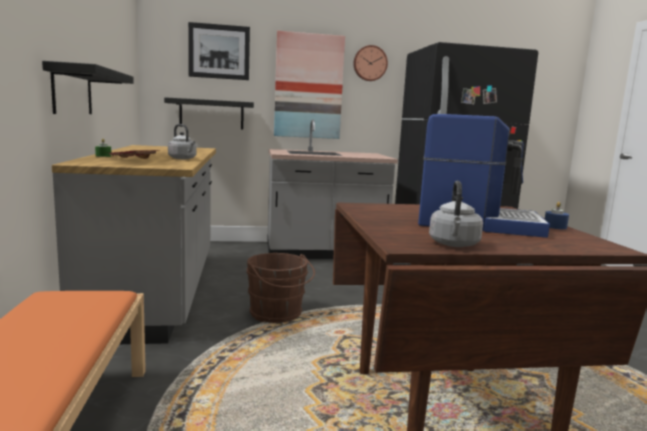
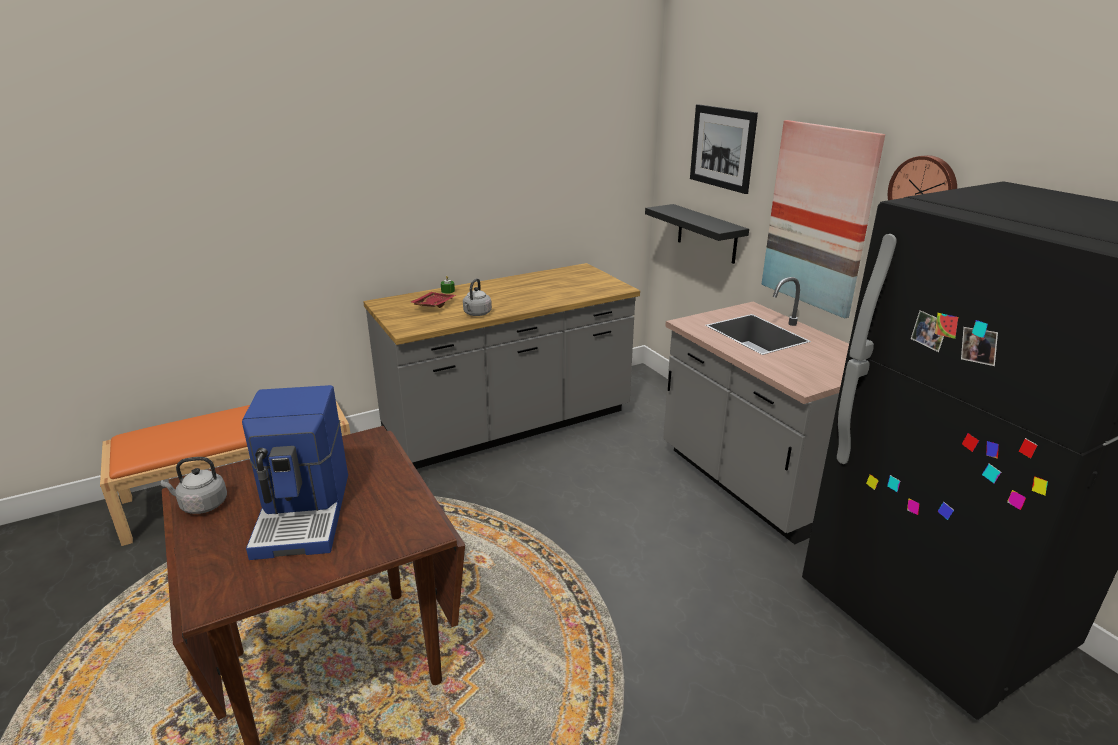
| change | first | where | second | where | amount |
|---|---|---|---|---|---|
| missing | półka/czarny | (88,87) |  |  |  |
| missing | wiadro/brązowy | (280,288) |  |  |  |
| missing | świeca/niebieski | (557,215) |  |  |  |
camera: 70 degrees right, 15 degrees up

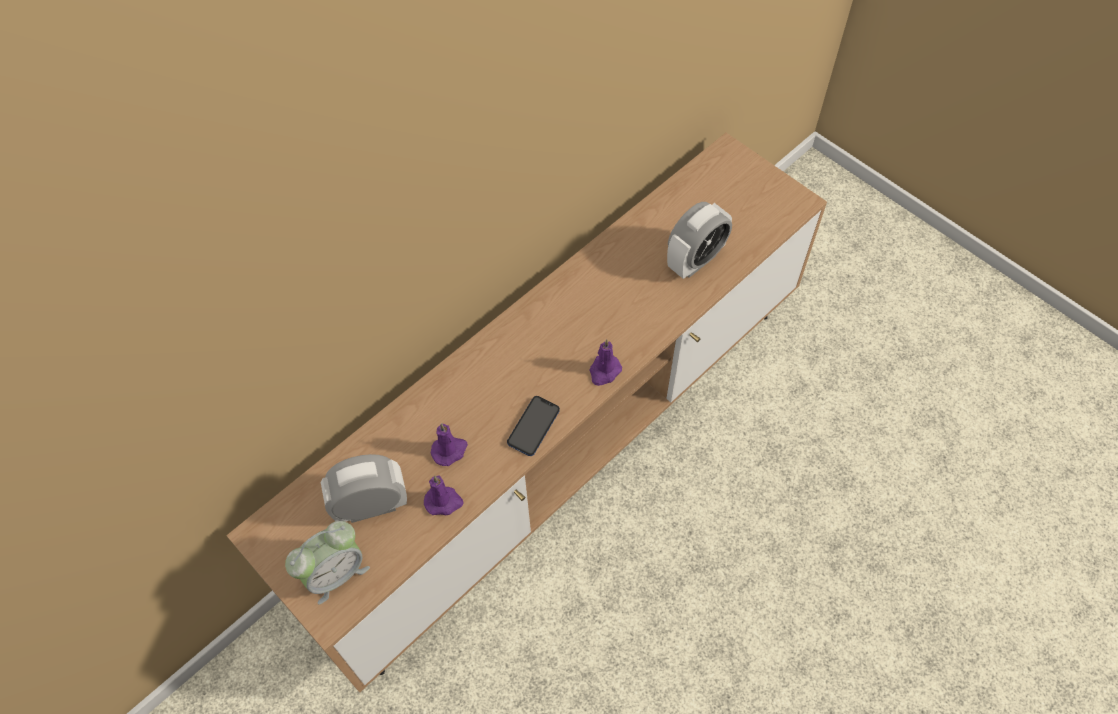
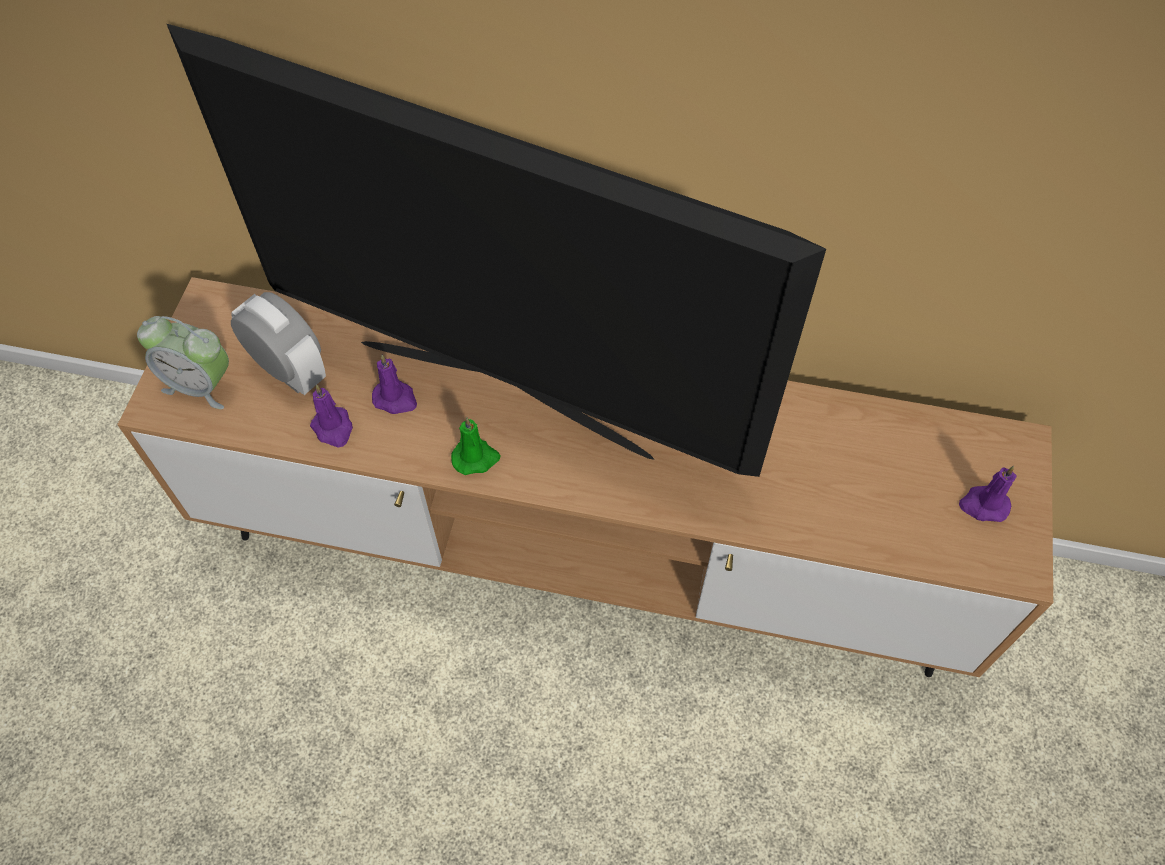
| change | first | where | second | where | amount |
|---|---|---|---|---|---|
| missing | budzik | (699,240) |  |  |  |
| appeared |  |  | telewizor | (496,250) |  |
| relocated | świeca/fioletowy | (605,362) |  | (988,494) |  |
| exchanged | telefon | (533,426) | świeca/zielony | (475,446) |  |
camera: 55 degrees right, 0 degrees up

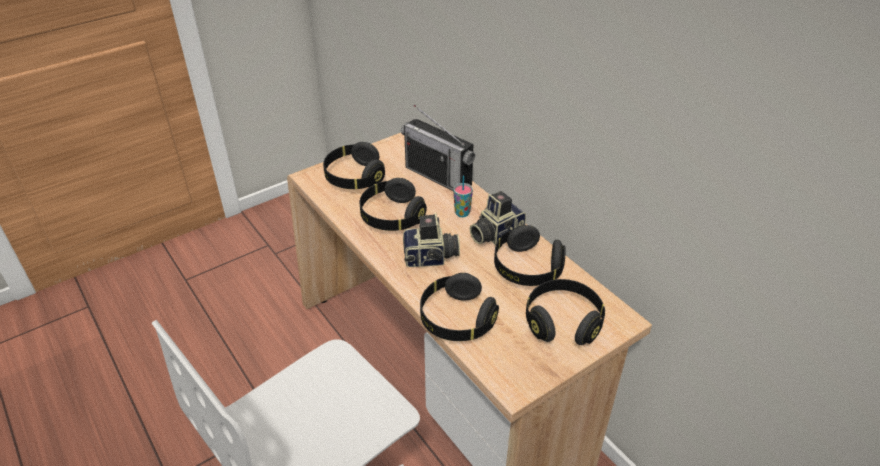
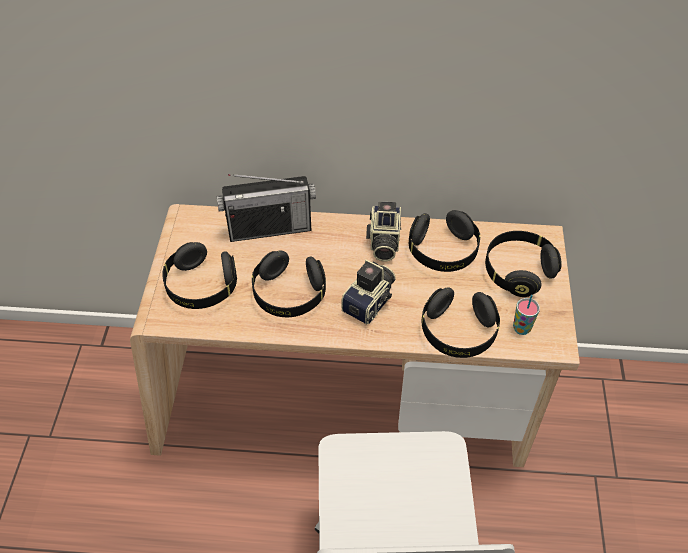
| change | first | where | second | where | amount |
|---|---|---|---|---|---|
| relocated | filiżanka | (463,196) |  | (526,315) |  |
camera: 50 degrees left, 10 degrees up

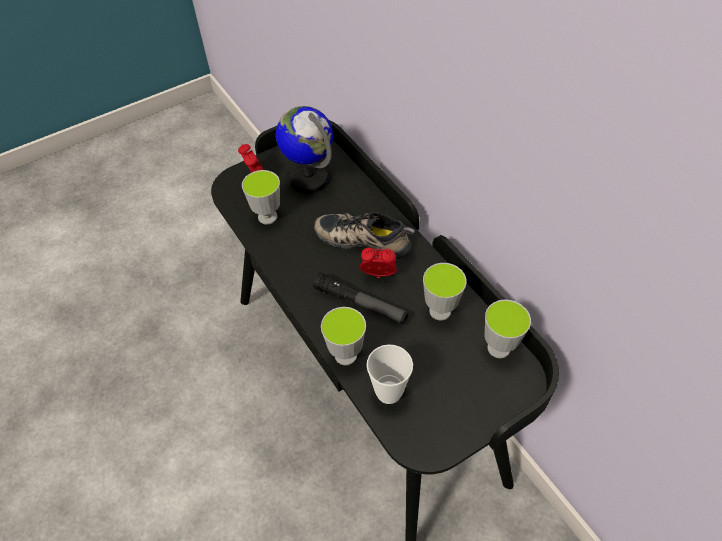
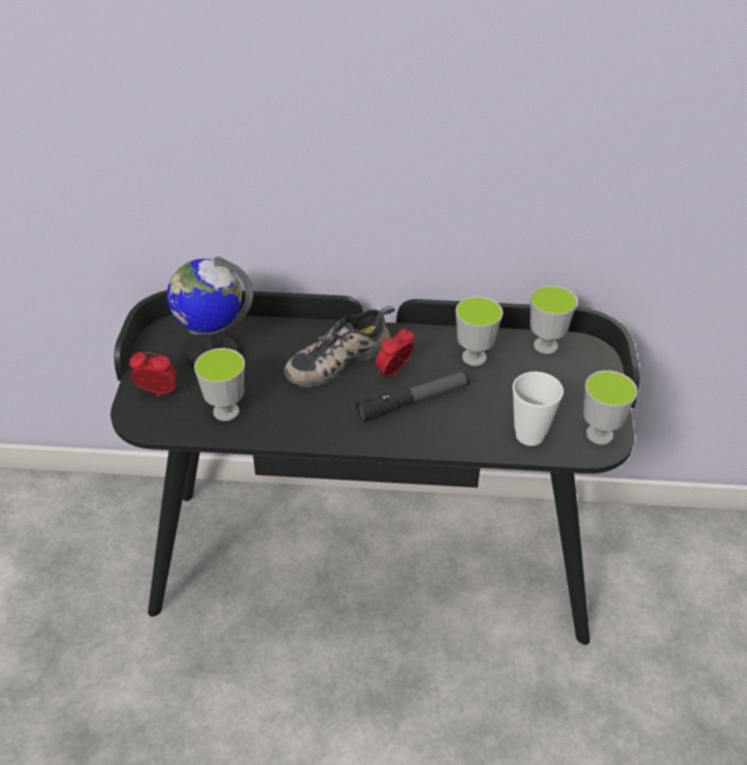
| change | first | where | second | where | amount |
|---|---|---|---|---|---|
| relocated | filiżanka | (343,336) |  | (610,407) |  |
camera: 55 degrees left, 10 degrees down

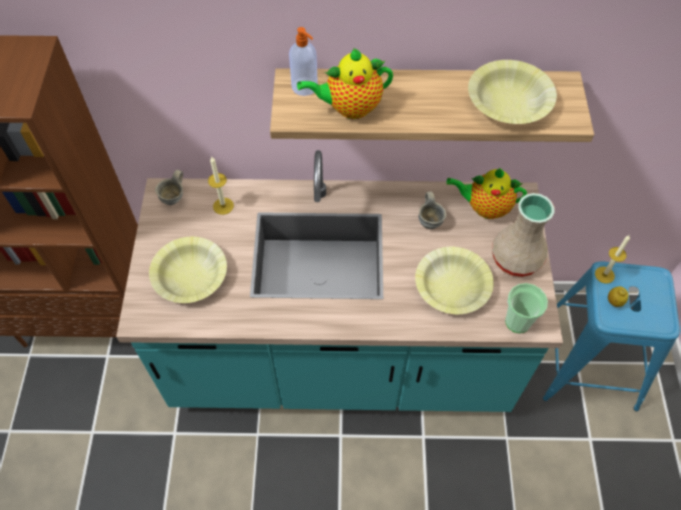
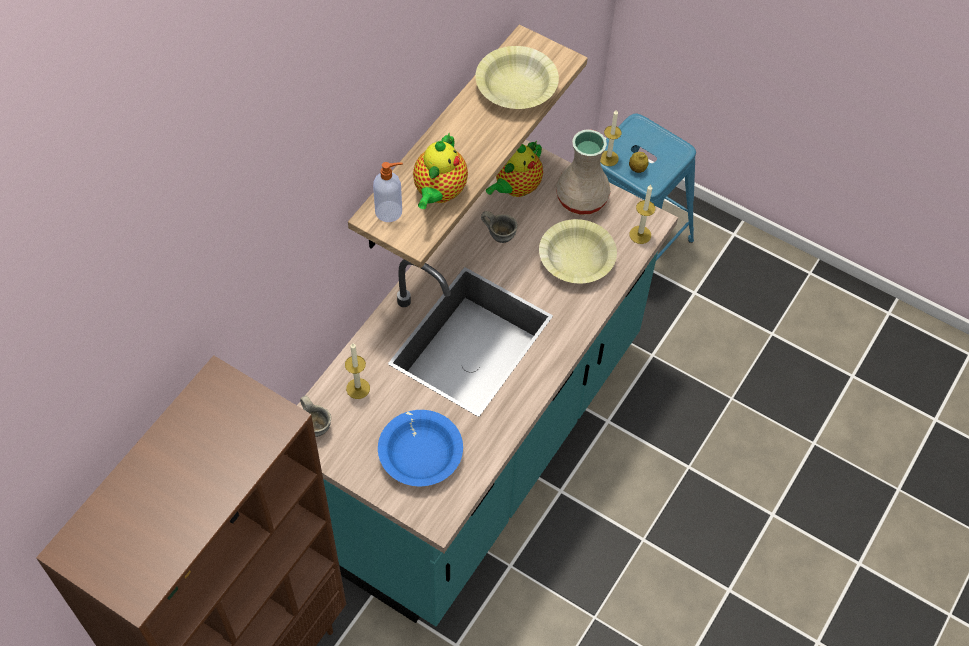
| change | first | where | second | where | amount |
|---|---|---|---|---|---|
| exchanged | filiżanka | (526,308) | świeca | (642,214) |  |
| colour | miska/żółty | (188,270) | miska/niebieski | (420,448) |  |
camera: 60 degrees left, 0 degrees up

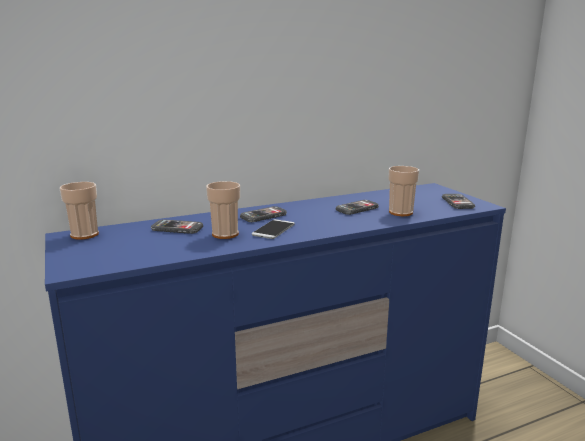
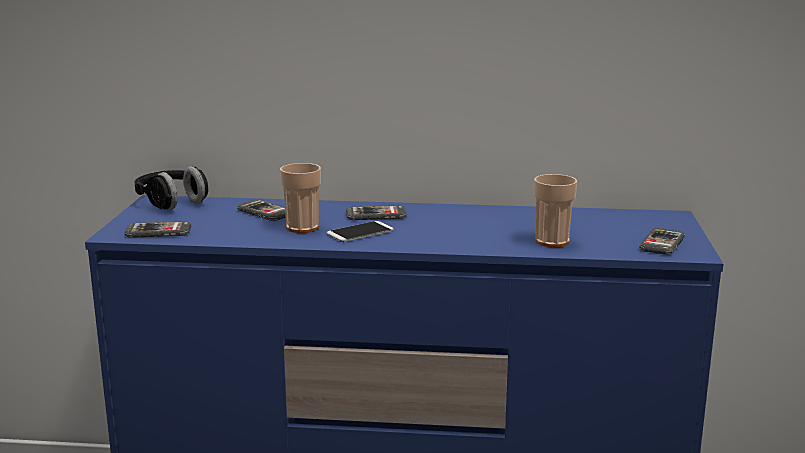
| change | first | where | second | where | amount |
|---|---|---|---|---|---|
| relocated | telefon | (357,207) |  | (158,229) |  |
| exchanged | filiżanka | (79,211) | słuchawki/czarny | (171,188) |  |
camera: 30 degrees right, 0 degrees up

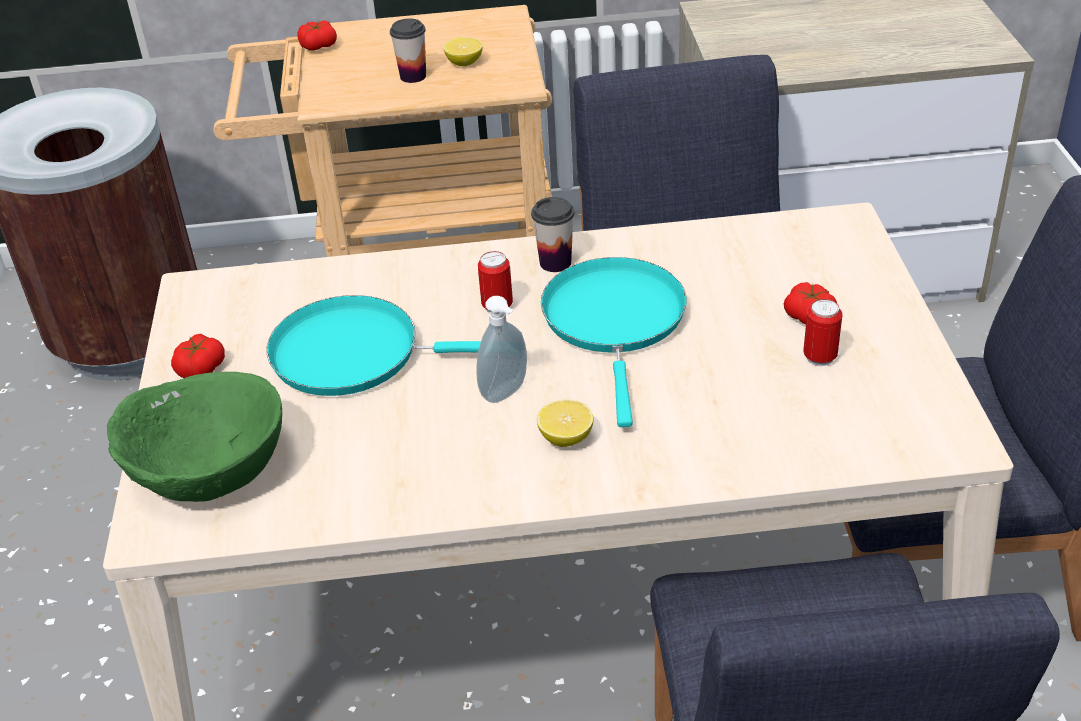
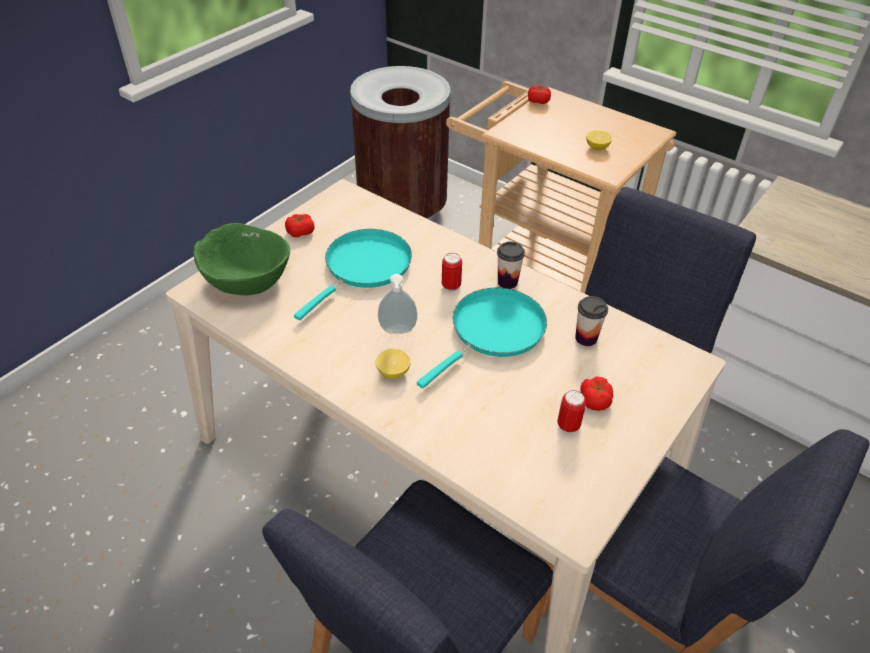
| change | first | where | second | where | amount |
|---|---|---|---|---|---|
| relocated | filiżanka | (408,50) |  | (591,321) |  |
| spun | patelnia/turkusowy | (374,345) |  | (353,274) | 75 degrees clockwise |
camera: 40 degrees right, 5 degrees up

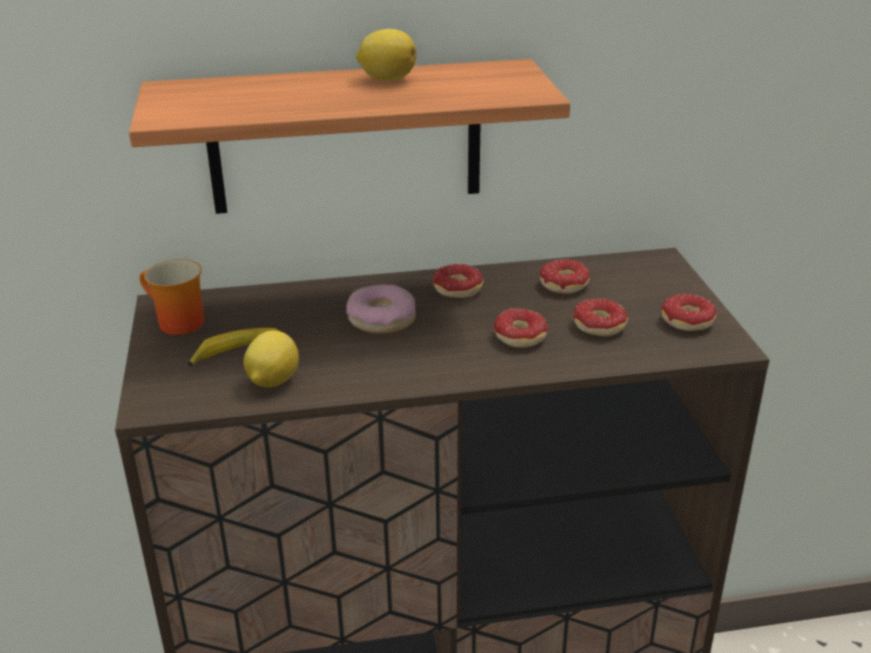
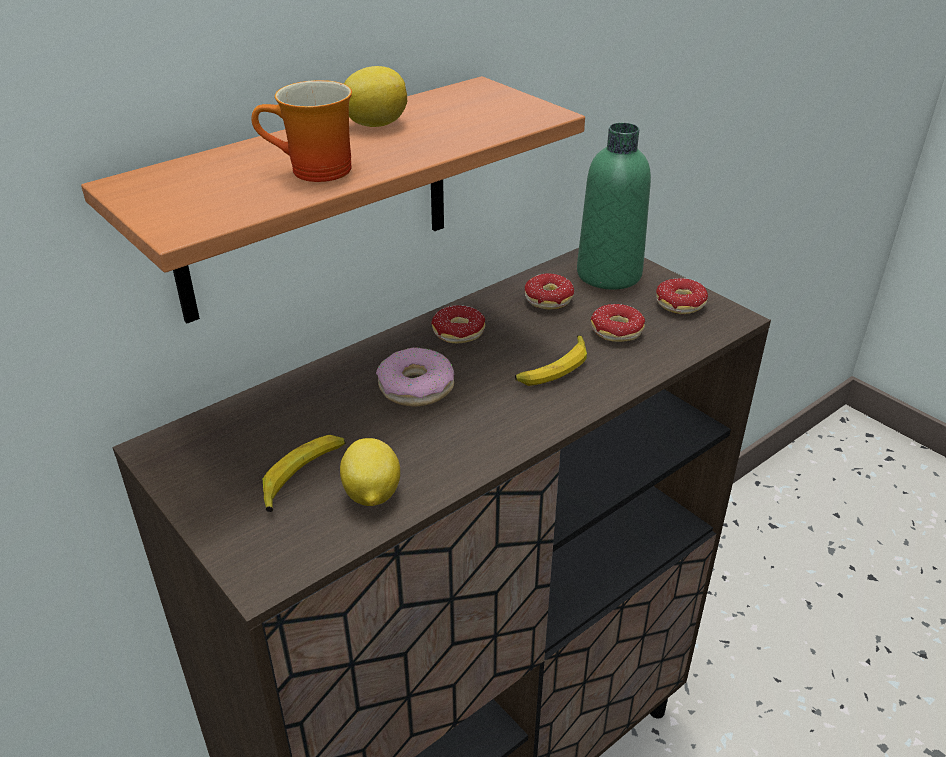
| change | first | where | second | where | amount |
|---|---|---|---|---|---|
| appeared |  |  | butelka/zielony | (614,206) |  |
| relocated | kubek | (172,297) |  | (302,131) |  |
| exchanged | donut | (521,328) | banan | (551,360) |  |
camera: 30 degrees left, 5 degrees up

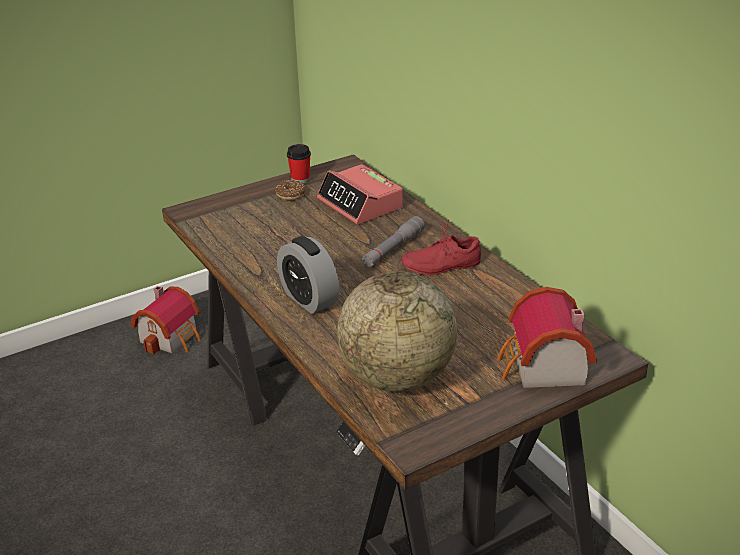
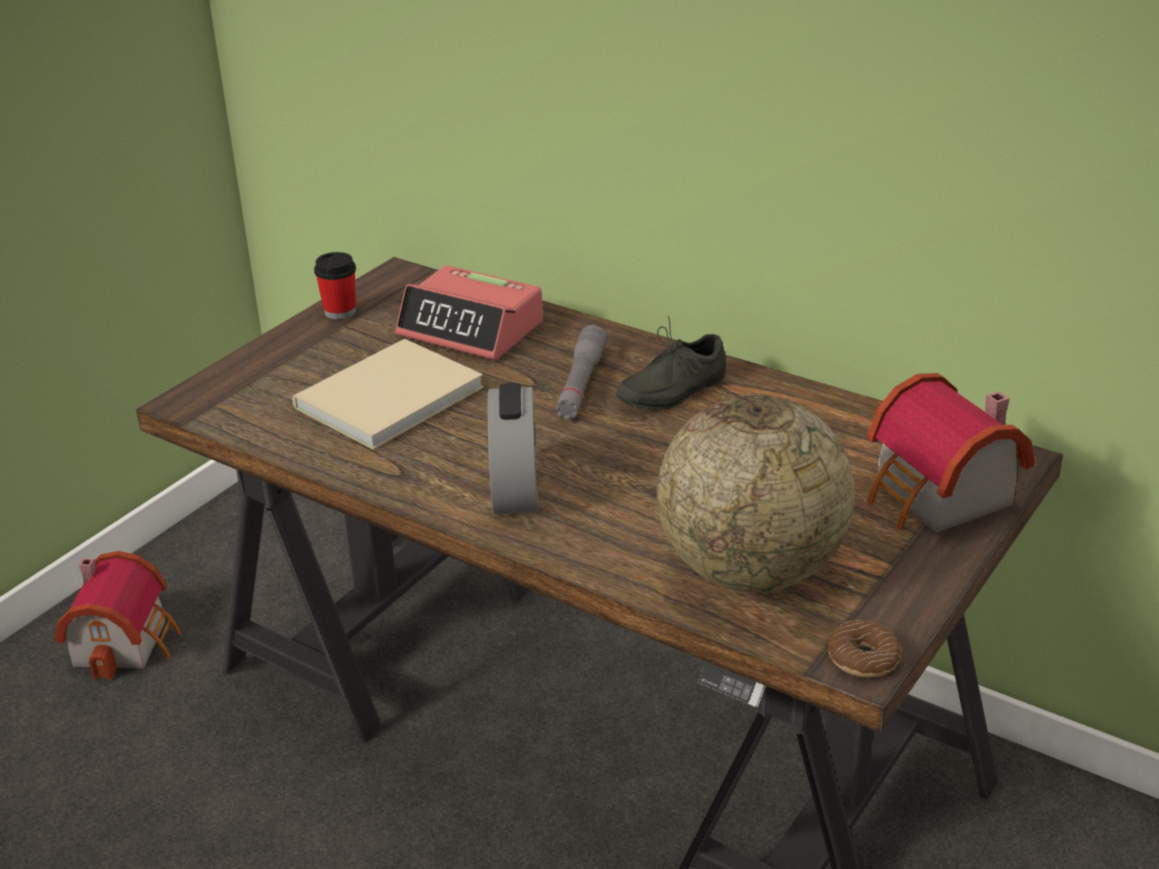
| change | first | where | second | where | amount |
|---|---|---|---|---|---|
| appeared |  |  | książka/beżowy | (388,394) |  |
| relocated | donut | (290,189) |  | (864,649) |  |
| colour | but/czerwony | (441,247) | but/szary | (670,363) |  |
| spun | budzik | (308,275) |  | (512,448) | 120 degrees counterclockwise |
camera: 25 degrees left, 0 degrees up

